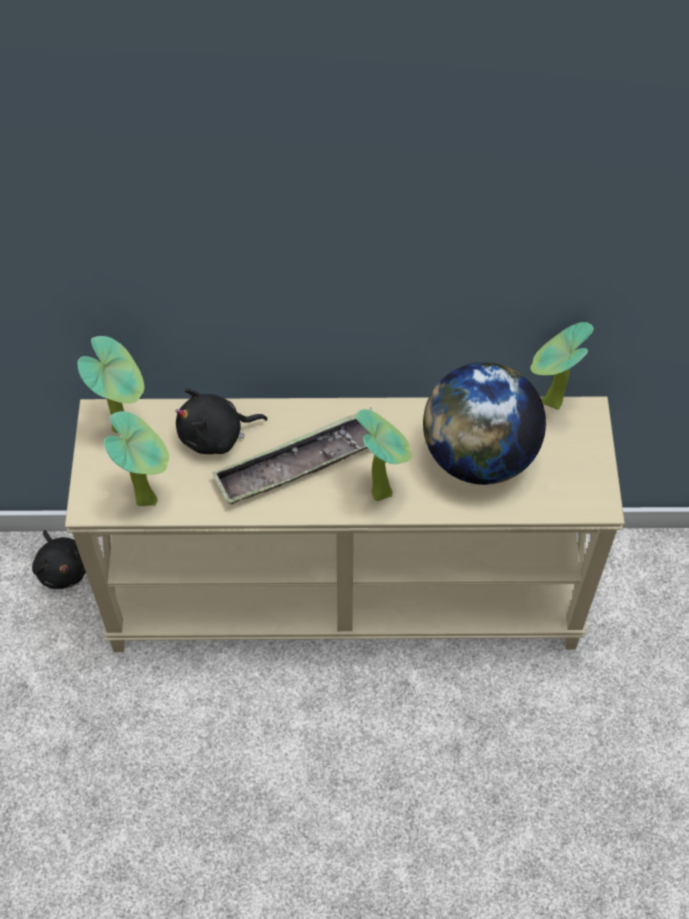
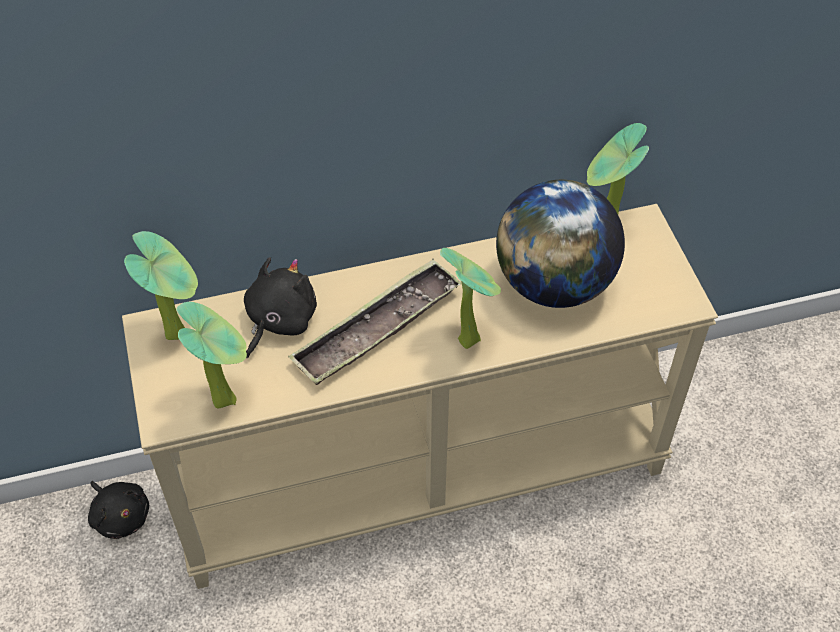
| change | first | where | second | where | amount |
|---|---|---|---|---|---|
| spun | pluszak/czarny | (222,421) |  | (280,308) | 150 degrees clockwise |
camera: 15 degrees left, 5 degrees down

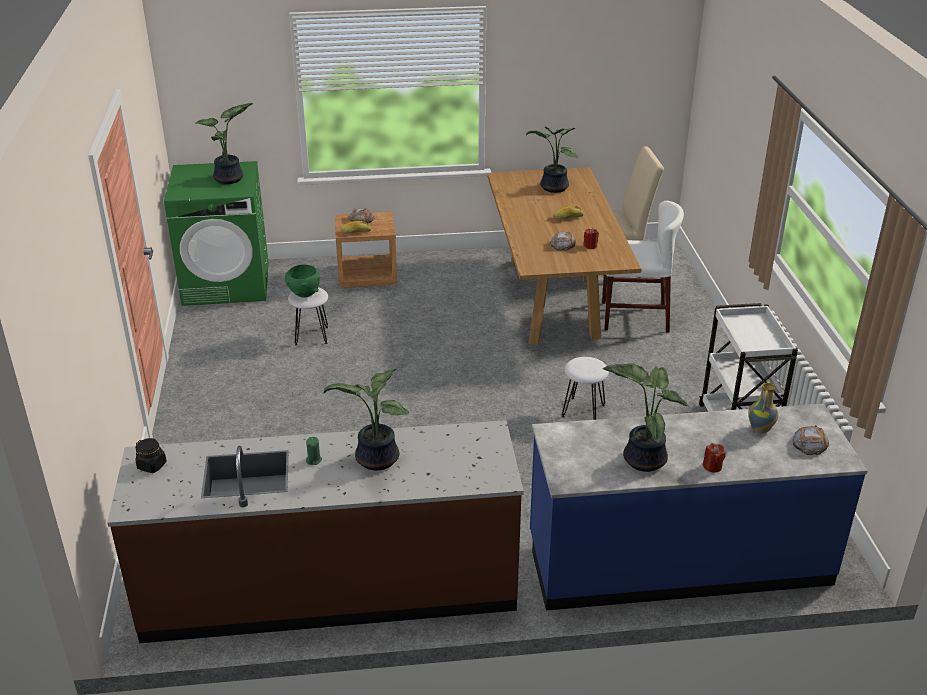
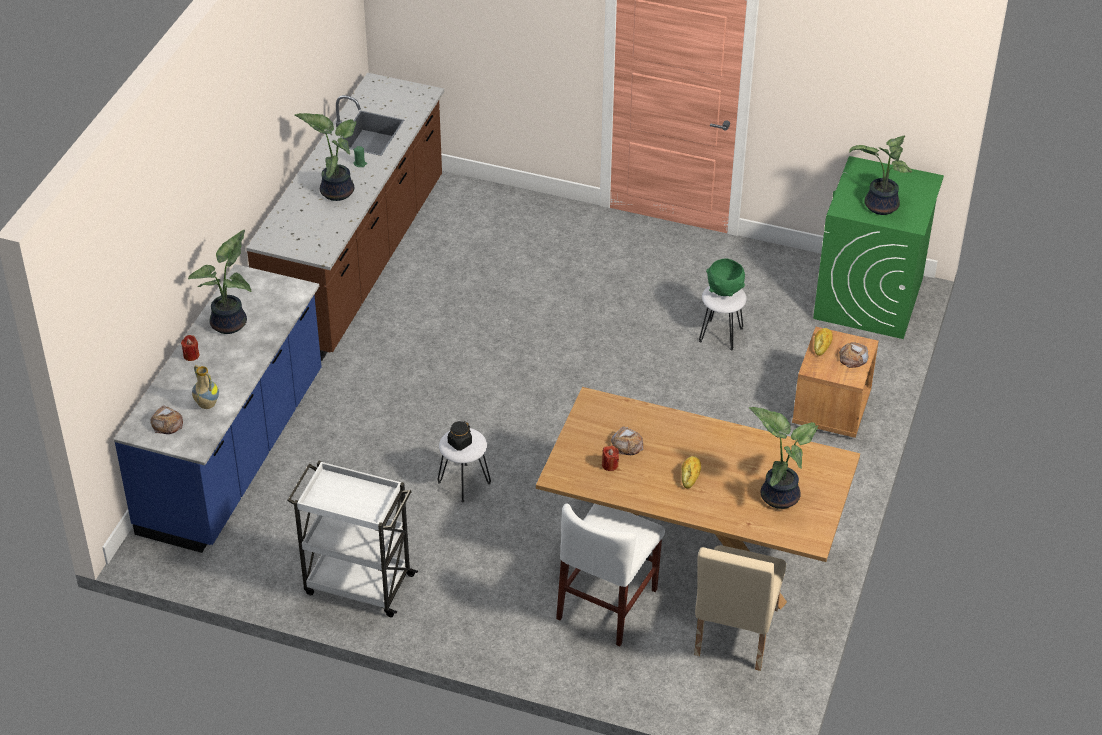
| change | first | where | second | where | amount |
|---|---|---|---|---|---|
| relocated | słoik/czarny | (151,455) |  | (460,436) |  |
camera: 115 degrees right, 10 degrees up

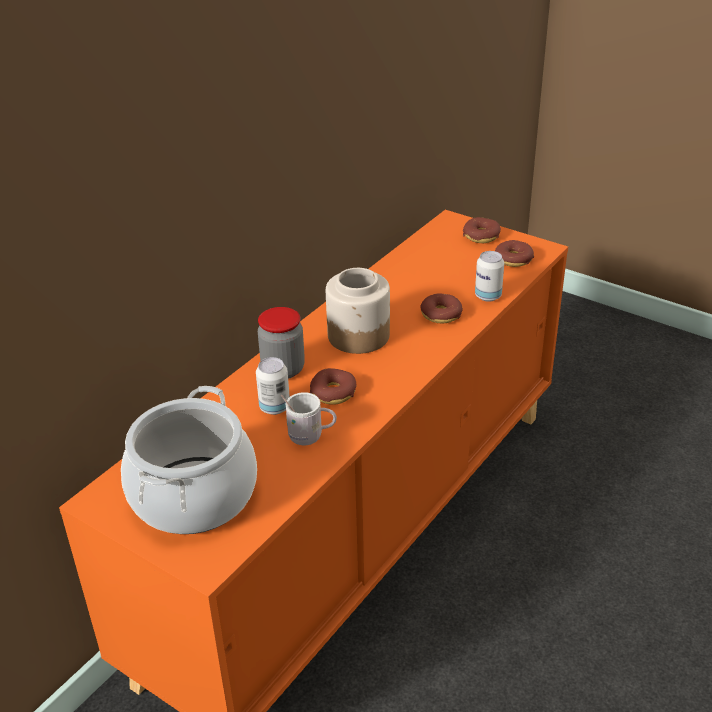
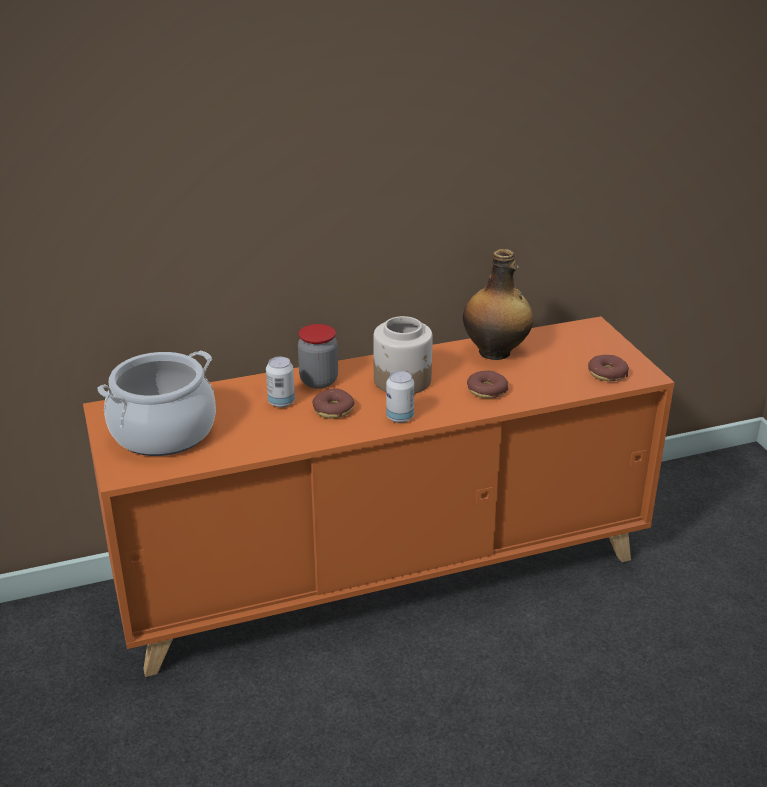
| change | first | where | second | where | amount |
|---|---|---|---|---|---|
| missing | kubek/biały | (309,418) |  |  |  |
| missing | donut | (482,230) |  |  |  |
| appeared |  |  | butelka | (498,304) |  |
| relocated | puszka | (489,276) |  | (400,397) |  |
camera: 35 degrees right, 5 degrees down

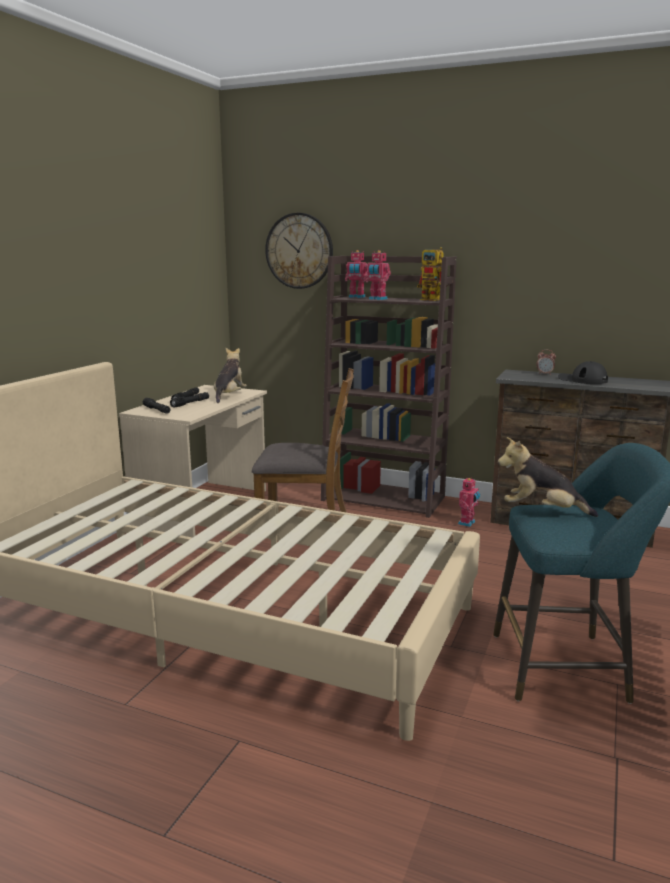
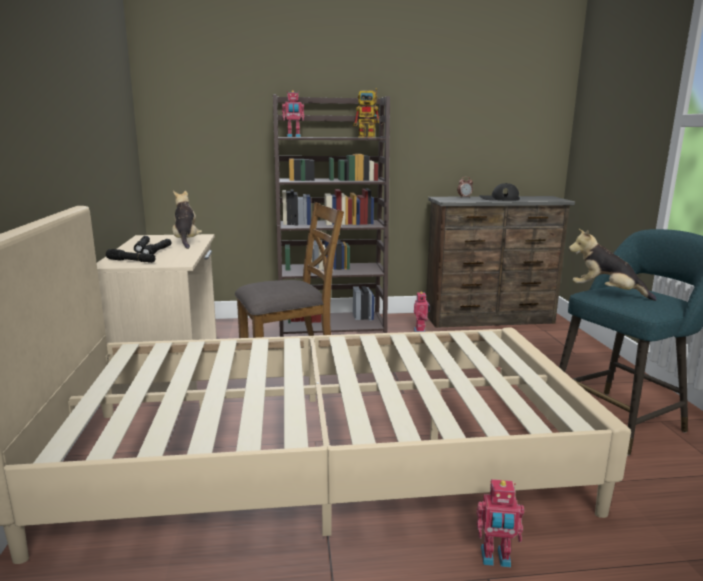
| change | first | where | second | where | amount |
|---|---|---|---|---|---|
| missing | zegar ścienny | (299,251) |  |  |  |
| relocated | robot zabawkowy | (378,275) |  | (500,523) |  |
| spun | pluszak | (548,477) |  | (613,265) | 45 degrees clockwise |
camera: 30 degrees left, 0 degrees up

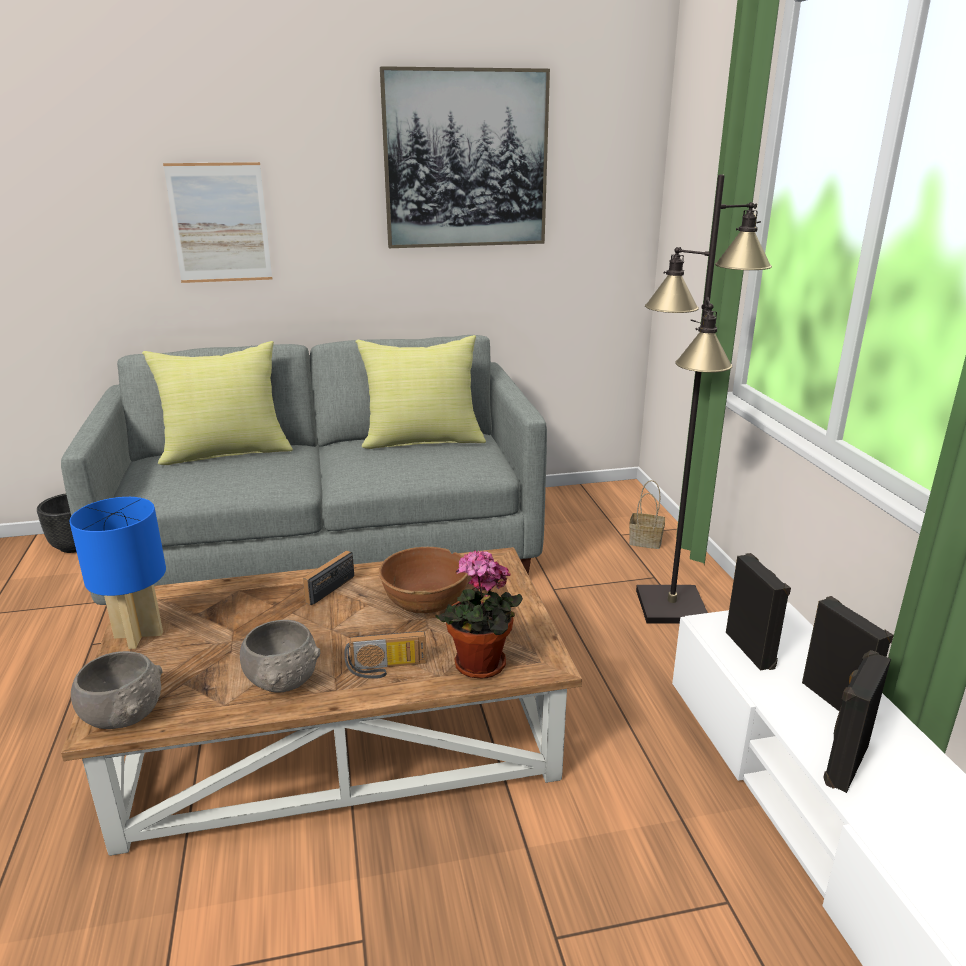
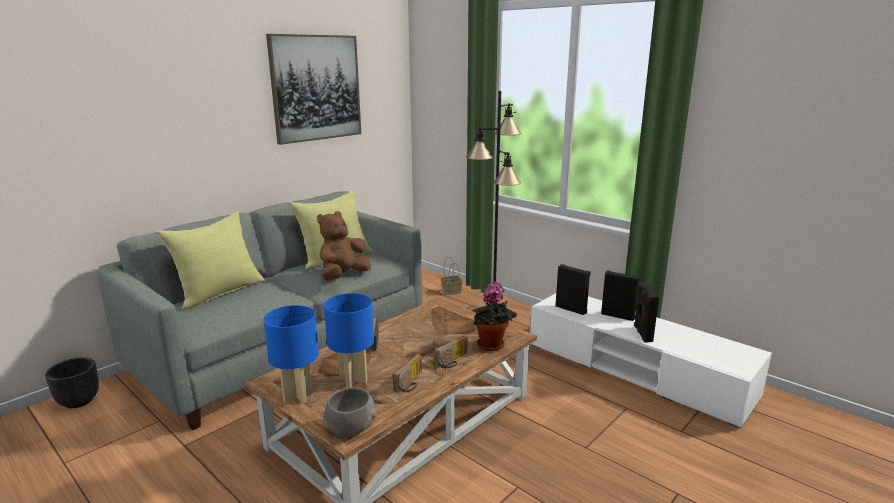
| change | first | where | second | where | amount |
|---|---|---|---|---|---|
| missing | obraz | (217,222) |  |  |  |
| missing | miska/brązowy | (423,580) |  |  |  |
| appeared |  |  | pluszak/brązowy | (344,246) |  |
| appeared |  |  | lampa stołowa/niebieski | (349,340) |  |
| exchanged | miska/szary | (280,656) | radio | (407,373) |  |
camera: 35 degrees left, 5 degrees down

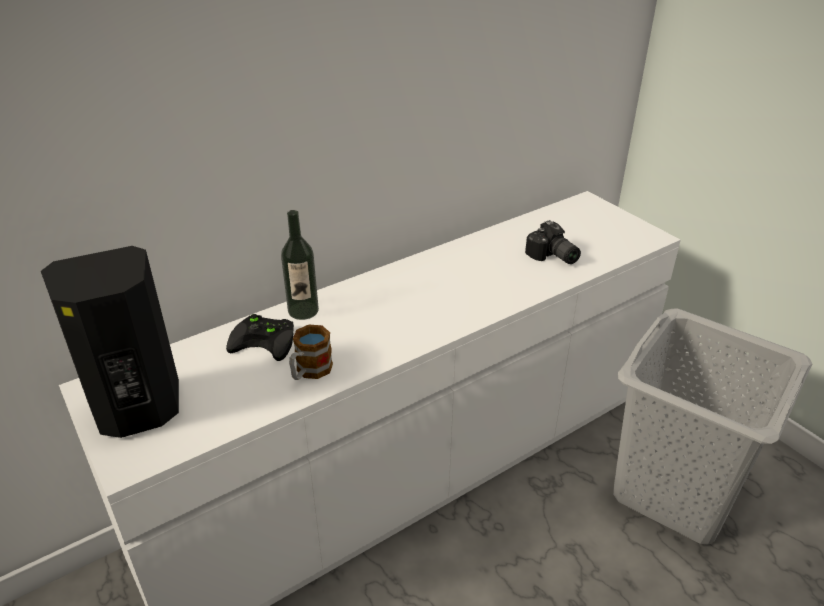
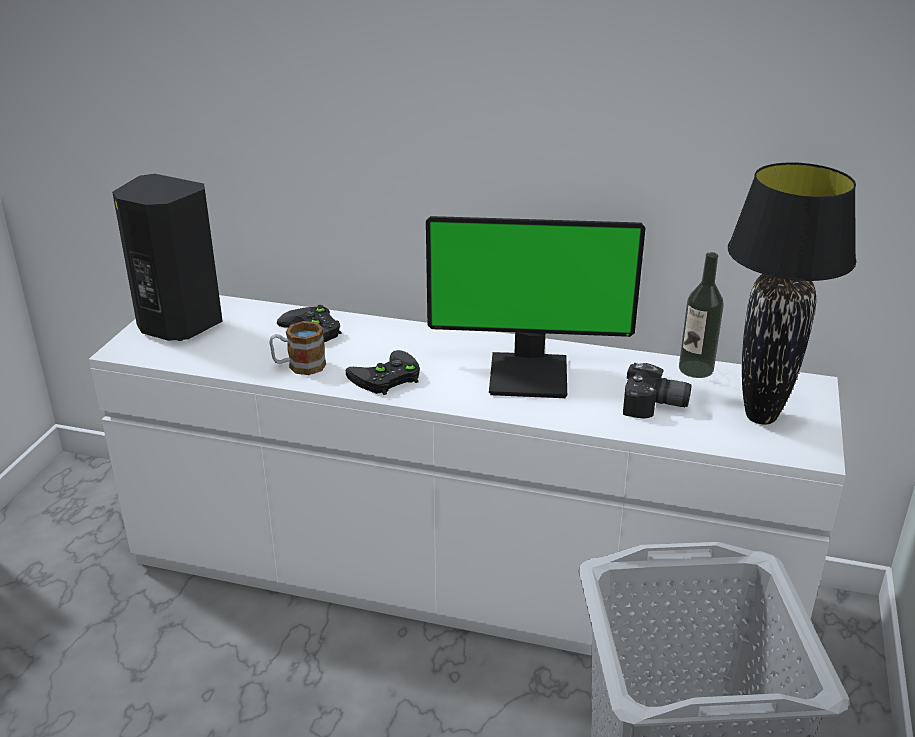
| change | first | where | second | where | amount |
|---|---|---|---|---|---|
| appeared |  |  | pad do gier/czarny | (383,372) |  |
| appeared |  |  | monitor | (536,307) |  |
| appeared |  |  | lampa stołowa/czarny | (792,293) |  |
| relocated | butelka | (300,265) |  | (701,315) |  |
| spun | aparat fotograficzny | (553,242) |  | (657,391) | 90 degrees counterclockwise |
camera: 50 degrees right, 5 degrees down

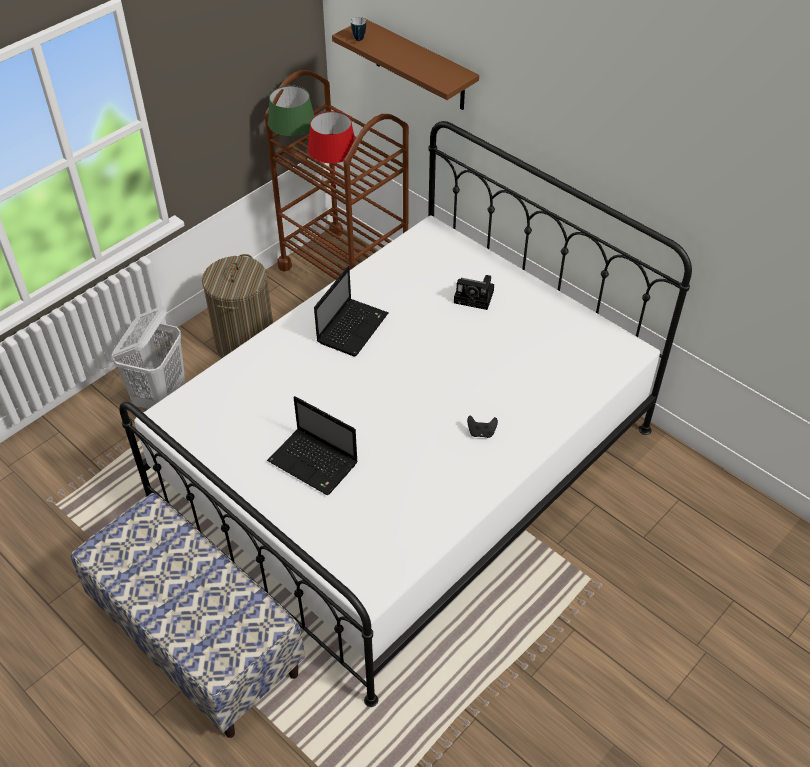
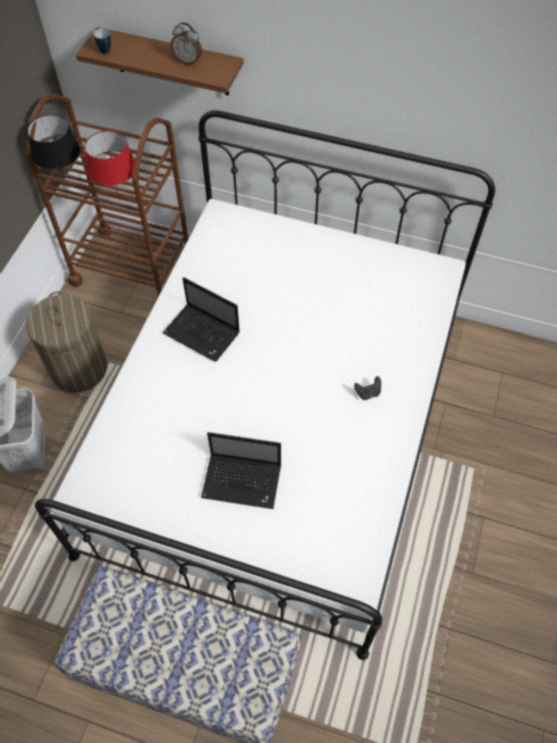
| change | first | where | second | where | amount |
|---|---|---|---|---|---|
| missing | aparat fotograficzny | (474,292) |  |  |  |
| appeared |  |  | budzik | (186,43) |  |
| colour | lampa stołowa/zielony | (291,121) | lampa stołowa/czarny | (53,147) |  |
| spun | laptop | (351,311) |  | (201,319) | 120 degrees clockwise |
camera: 25 degrees left, 10 degrees up

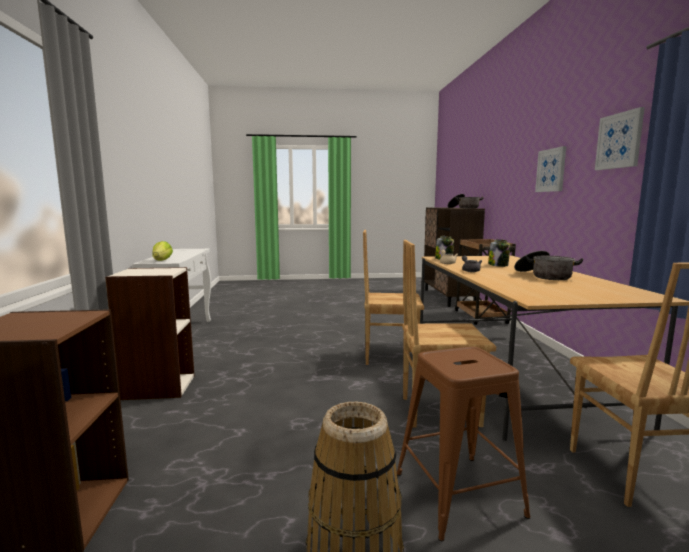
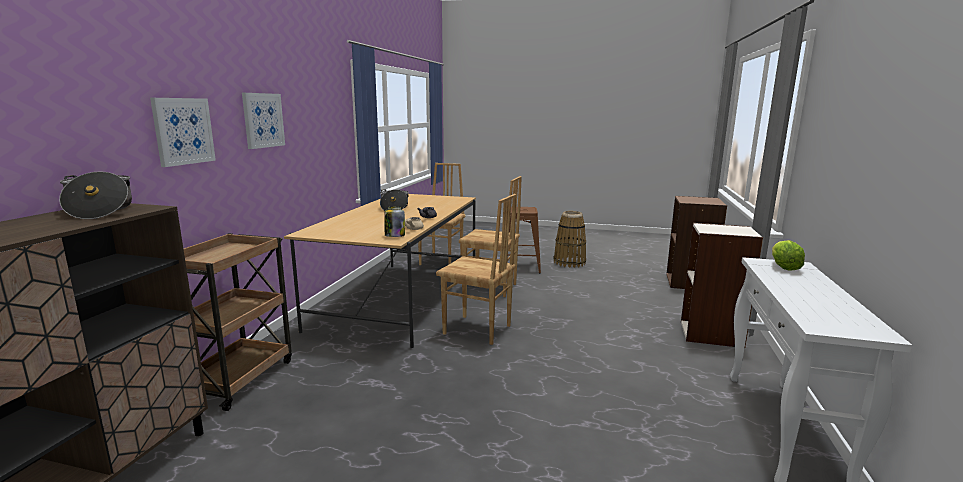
| change | first | where | second | where | amount |
|---|---|---|---|---|---|
| missing | słoik | (499,253) |  |  |  |
| relocated | obraz | (620,138) |  | (183,132) |  |
camera: 160 degrees left, 5 degrees up

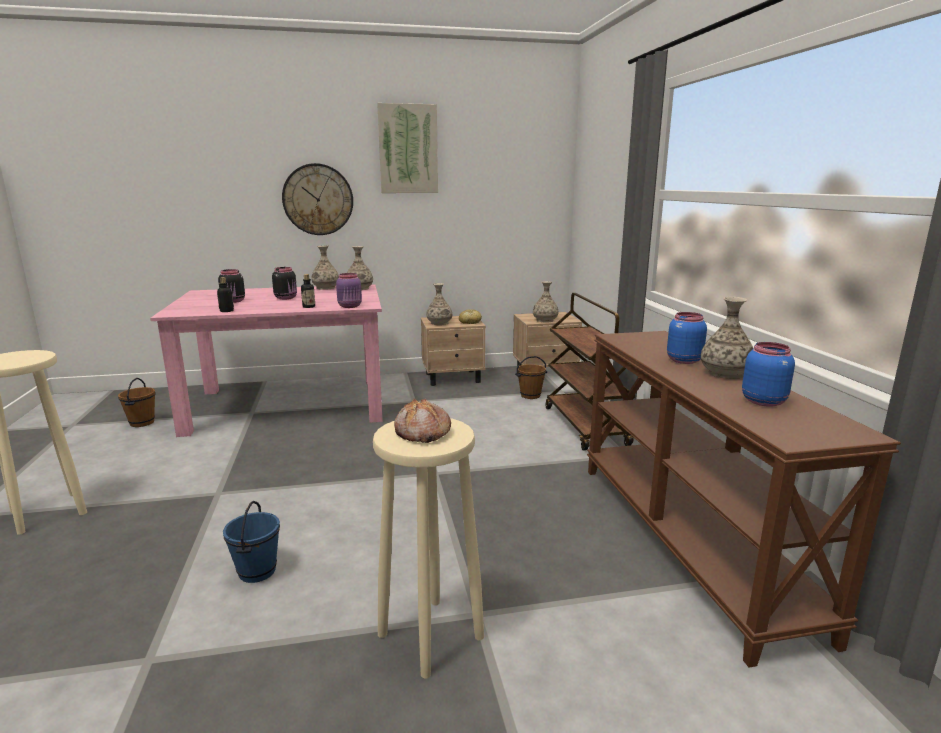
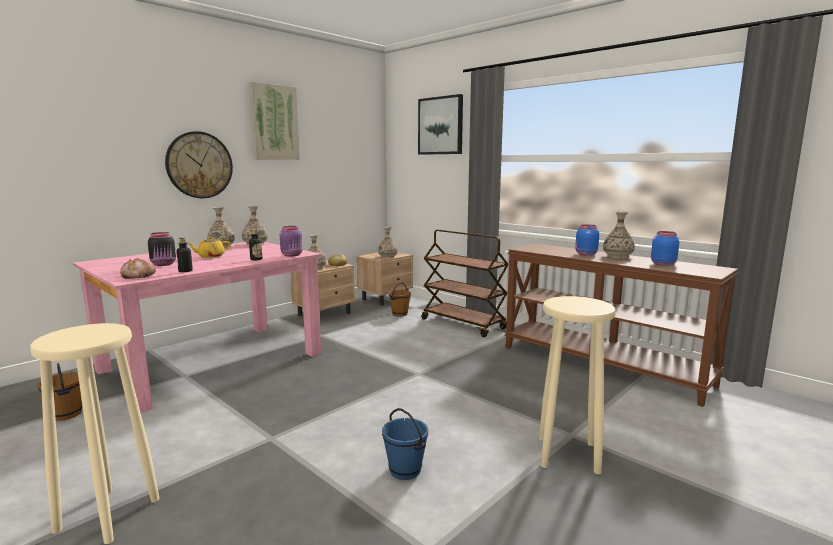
| change | first | where | second | where | amount |
|---|---|---|---|---|---|
| appeared |  |  | obraz | (440,124) |  |
| relocated | chleb | (422,420) |  | (138,268) |  |
| exchanged | słoik/czarny | (284,283) | imbryk/żółty | (209,247) |  |
camera: 35 degrees left, 5 degrees down

